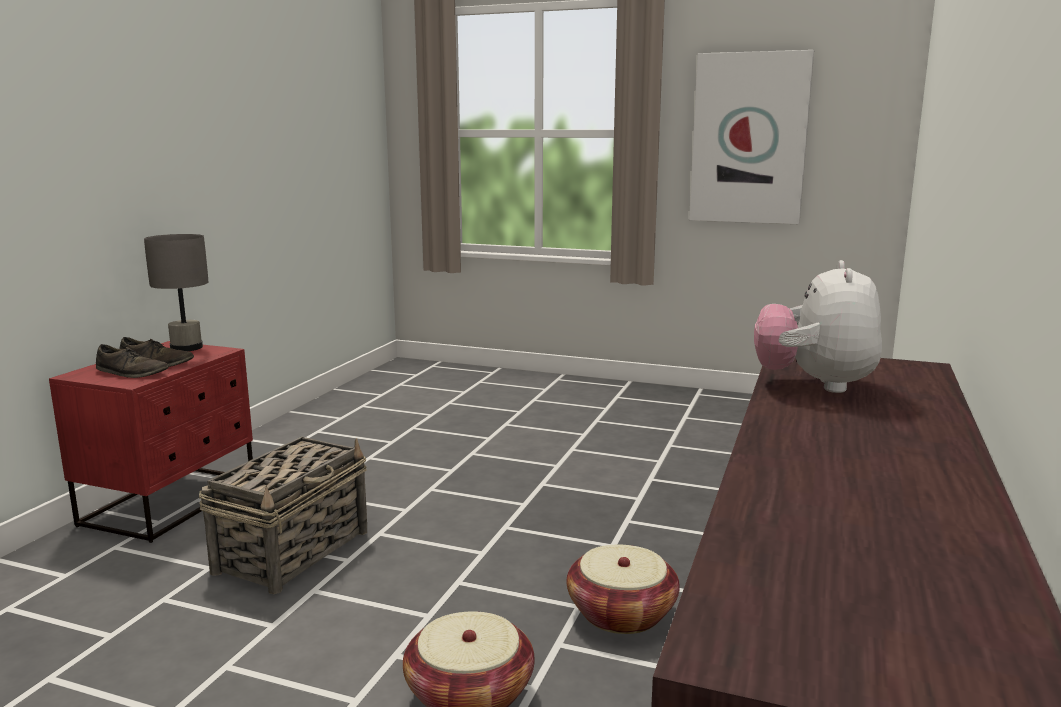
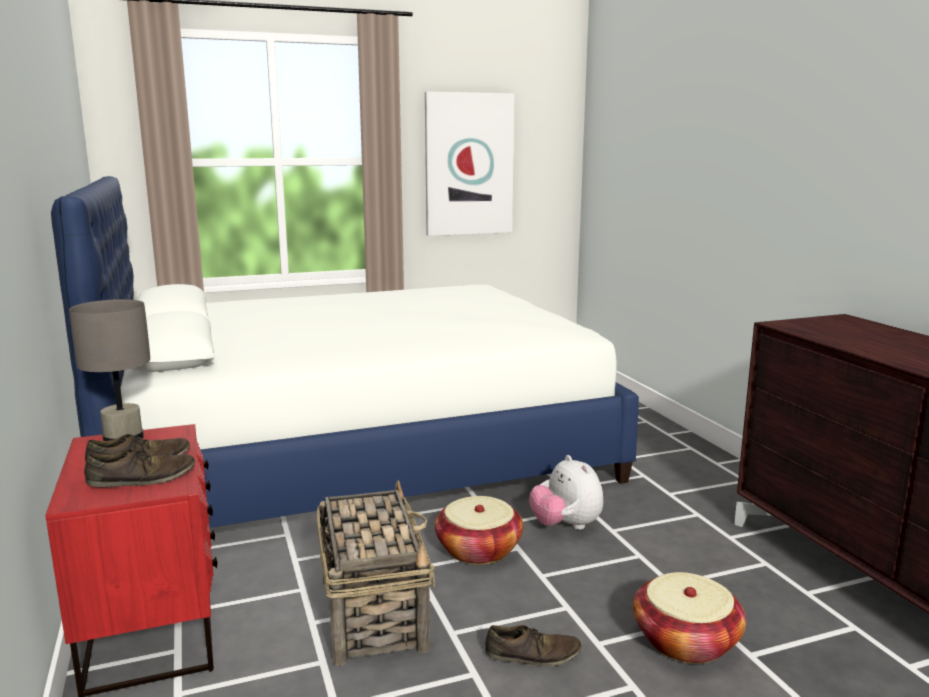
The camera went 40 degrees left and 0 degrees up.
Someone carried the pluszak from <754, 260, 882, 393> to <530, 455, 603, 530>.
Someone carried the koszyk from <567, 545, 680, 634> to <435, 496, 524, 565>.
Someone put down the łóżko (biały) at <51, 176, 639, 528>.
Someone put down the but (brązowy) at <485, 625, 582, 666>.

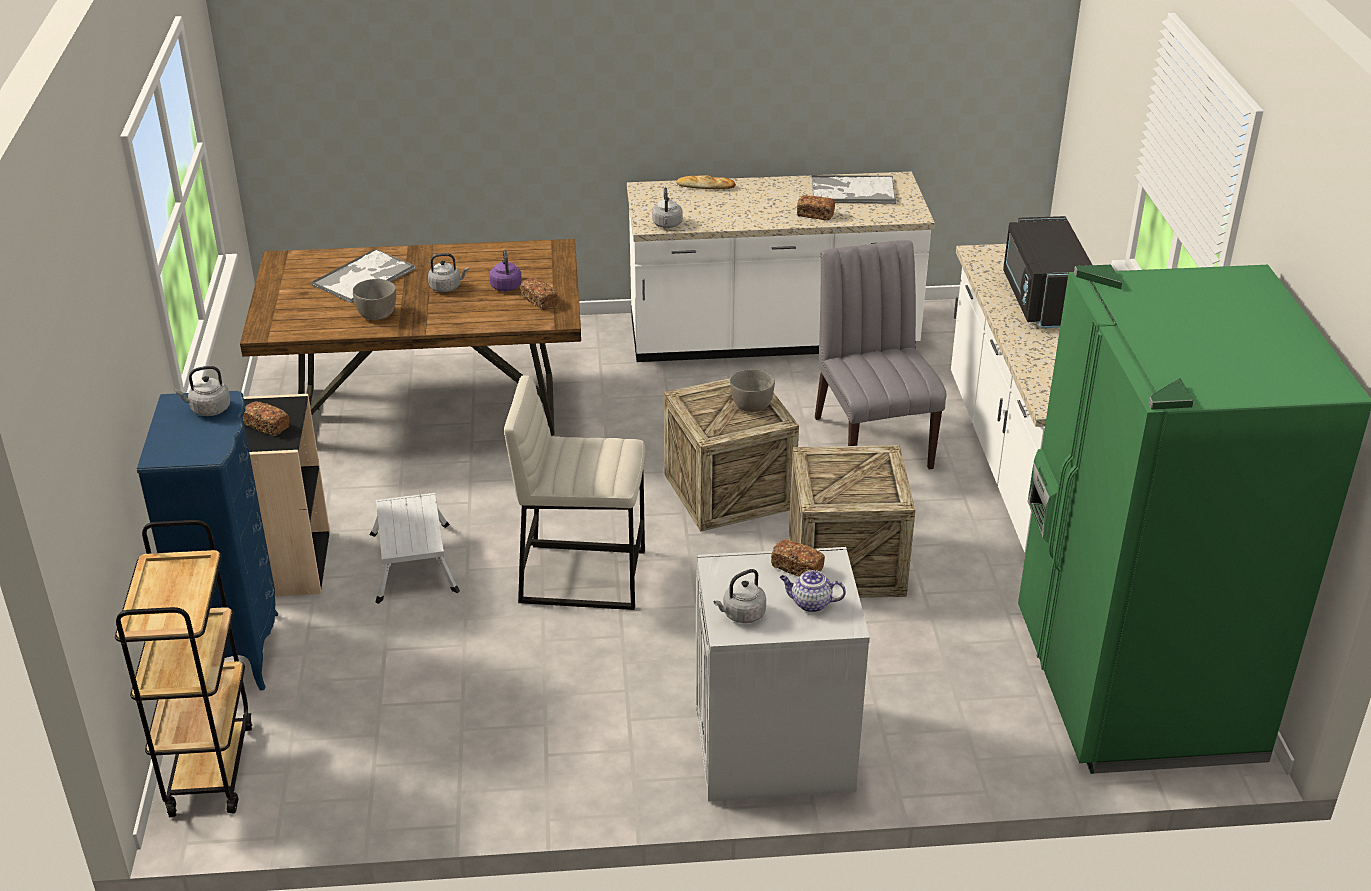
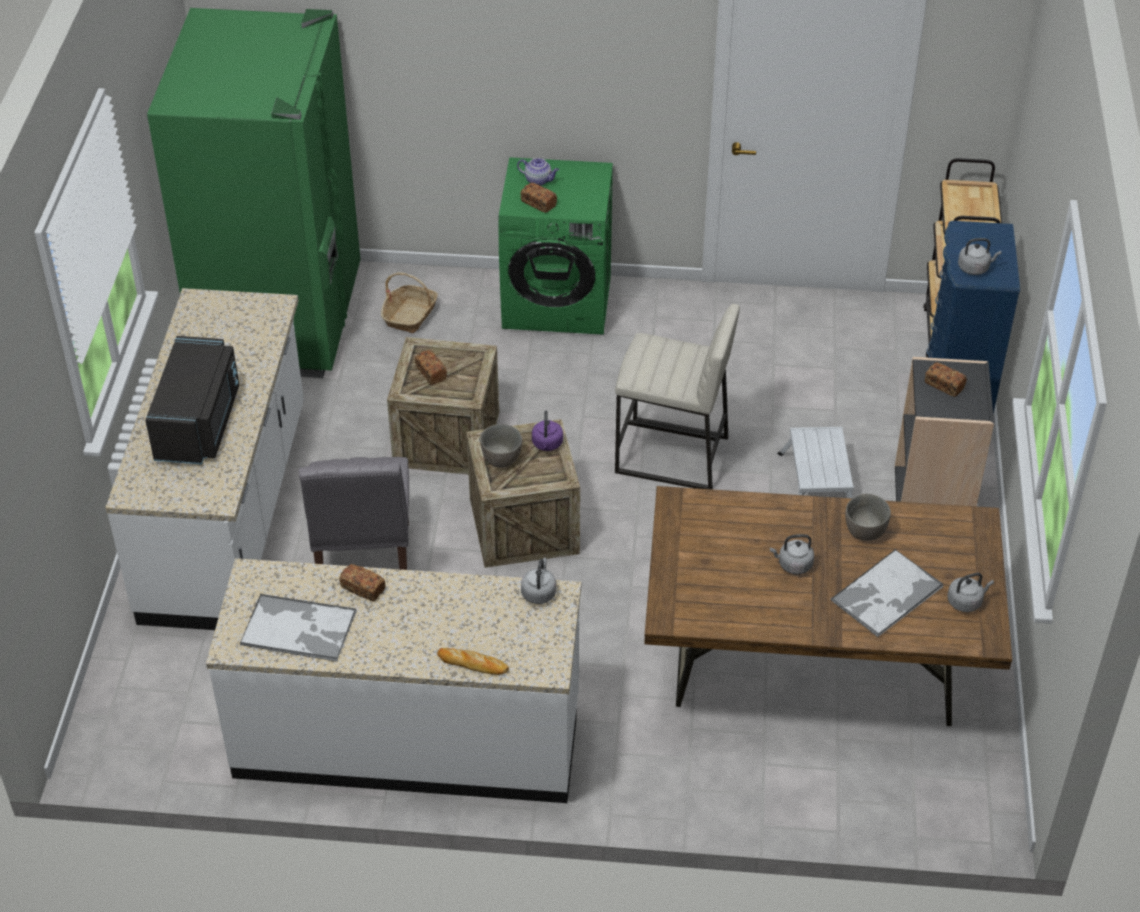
The camera went 170 degrees left and 10 degrees up.
Someone carried the czajnik (fioletowy) from <489, 249, 522, 291> to <532, 410, 563, 451>.
Someone carried the chleb from <520, 278, 558, 310> to <415, 350, 447, 385>.
Someone repainted the pralka (biały) at <696, 547, 870, 802>, which became the pralka (zielony) at <498, 157, 613, 335>.
Someone carried the czajnik (szary) from <713, 569, 766, 623> to <947, 573, 994, 612>.
Someone put down the koszyk at <381, 272, 438, 333>.

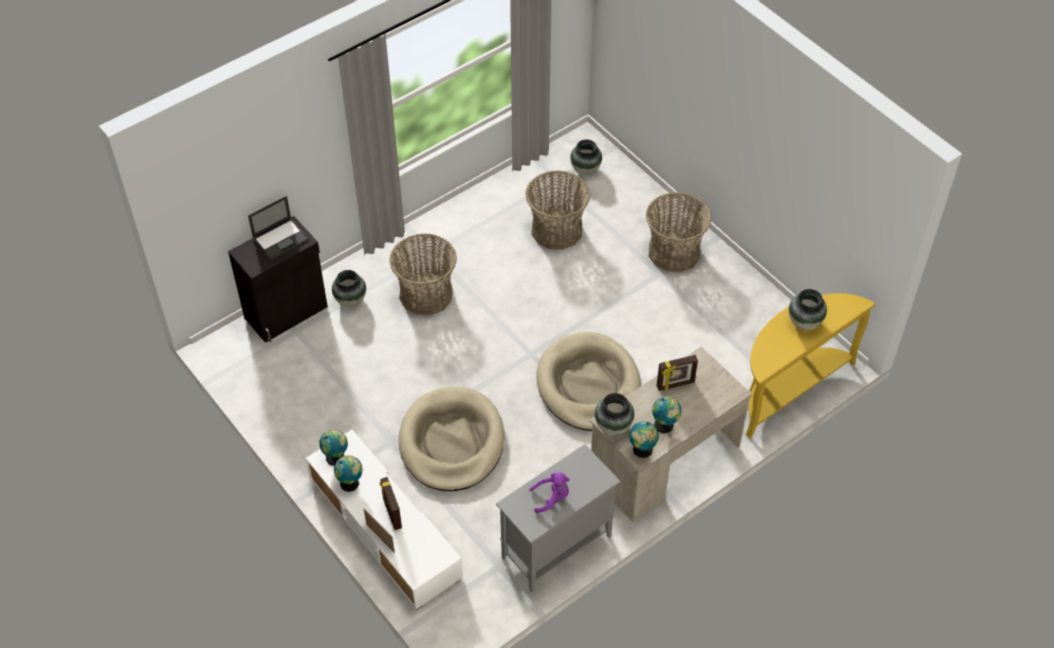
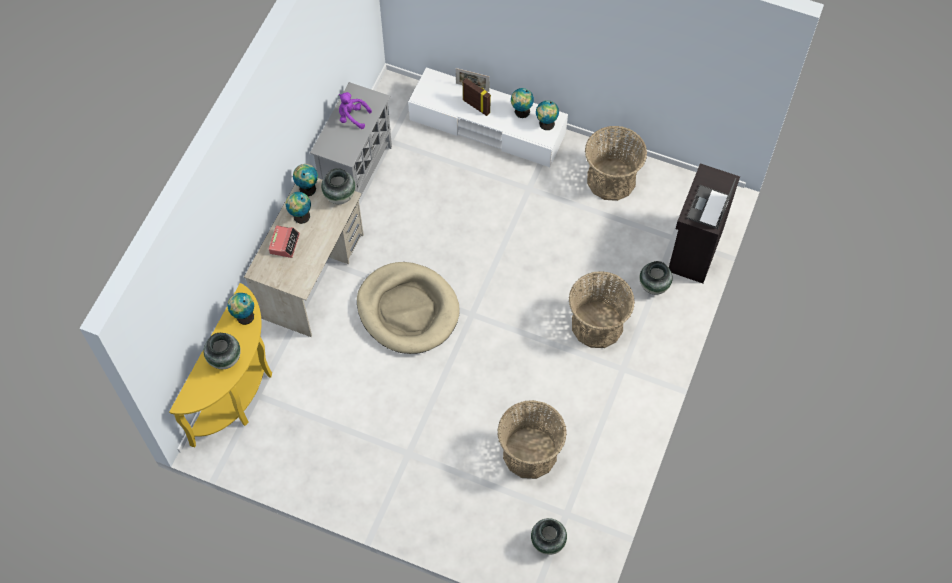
The camera went 150 degrees right and 10 degrees up.
Someone carried the koszyk from <646, 192, 712, 272> to <585, 126, 647, 201>.
Someone took away the ramka na zdjęcie at <657, 355, 698, 391>.
Someone took away the legowisko (beżowy) at <399, 386, 505, 491>.
Someone rotated the pluszak (fioletowy) at <530, 472, 570, 513> by 60 degrees clockwise.
Someone put down the budzik at <269, 225, 300, 258>.
Someone put down the globus at <227, 293, 254, 325>.

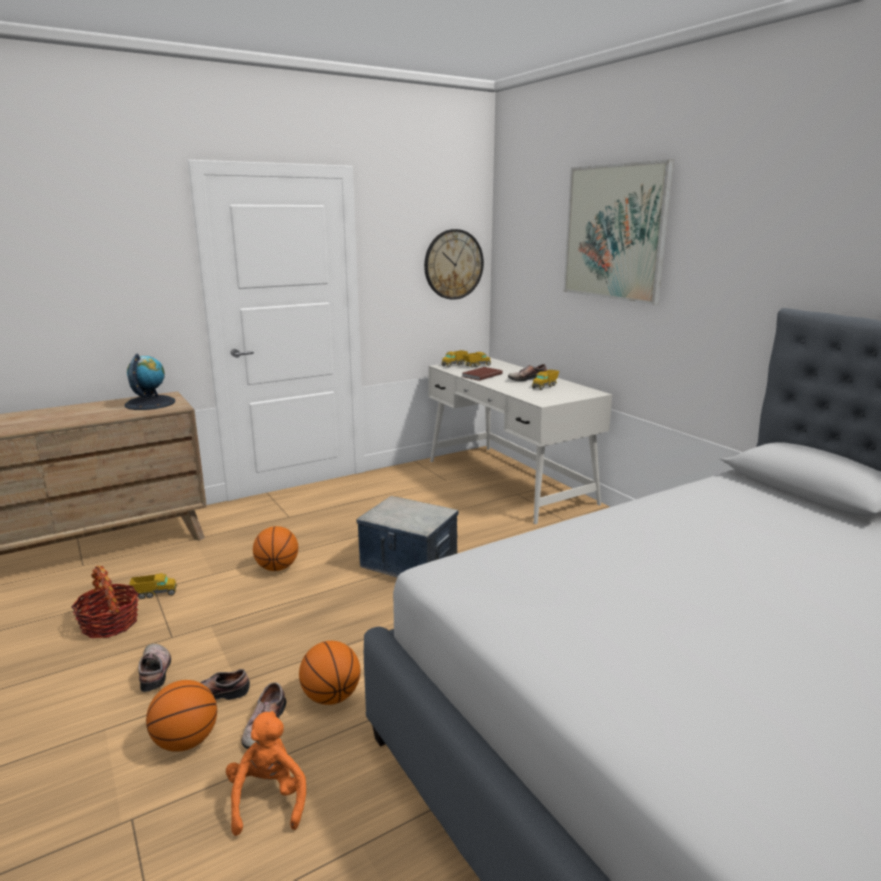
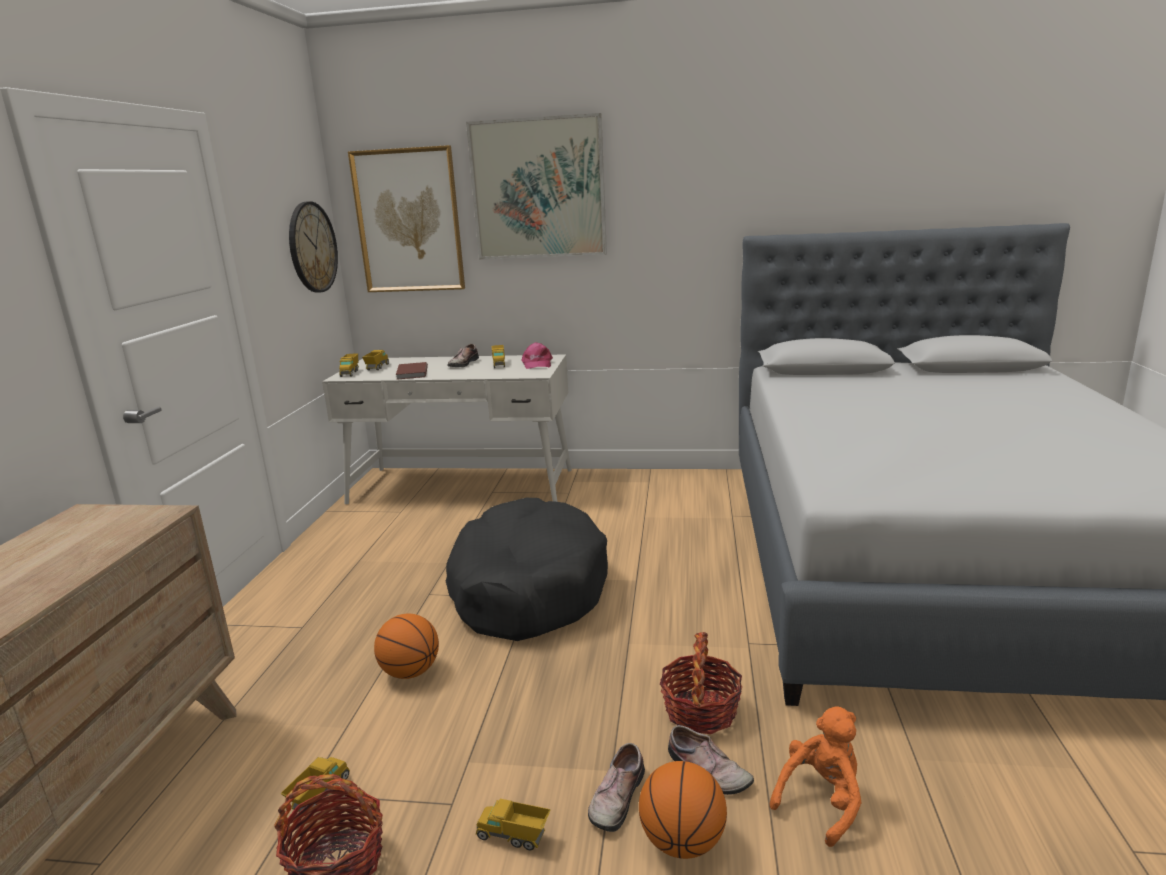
The camera went 50 degrees left and 0 degrees up.
Someone took away the globus at <125, 353, 175, 410>.
Someone swapped the pojemnik do przechowywania at <356, 496, 459, 578> for the legowisko (czarny) at <446, 498, 608, 641>.
Someone swapped the piłka do koszykówki at <299, 641, 360, 705> for the koszyk at <660, 632, 743, 734>.
Someone swapped the but at <138, 644, 171, 692> for the ciężarówka zabawkowa at <476, 799, 551, 850>.
Someone rotated the pluszak (pomarańczowy) at <226, 711, 306, 836> by 105 degrees clockwise.
Someone put up the obraz at <348, 145, 465, 292>.
Someone put down the czapka z daszkiem (różowy) at <521, 342, 553, 369>.

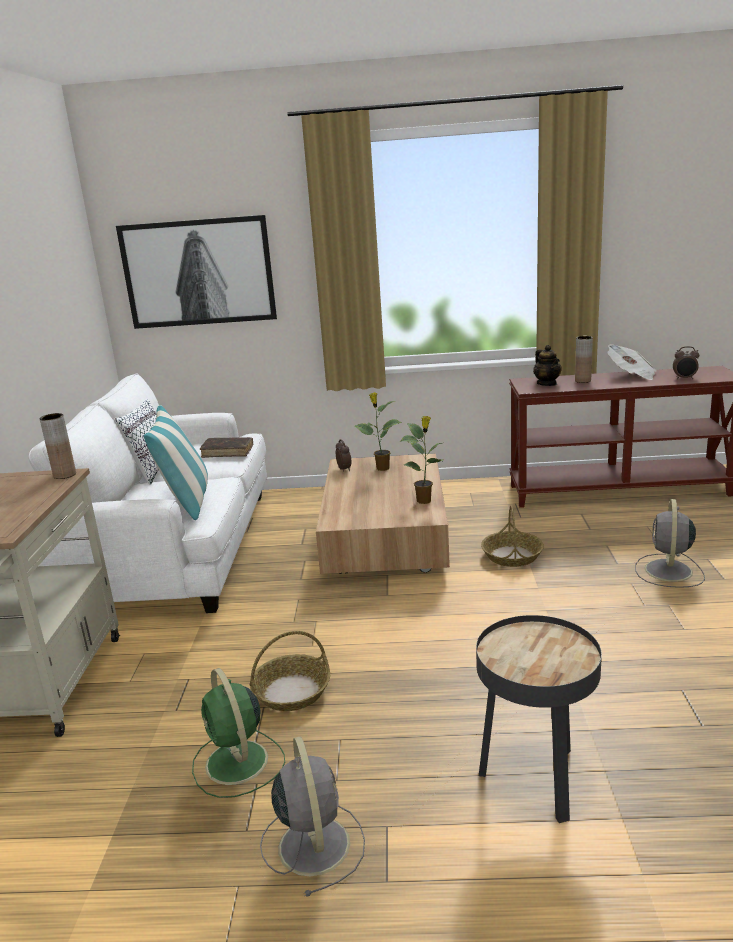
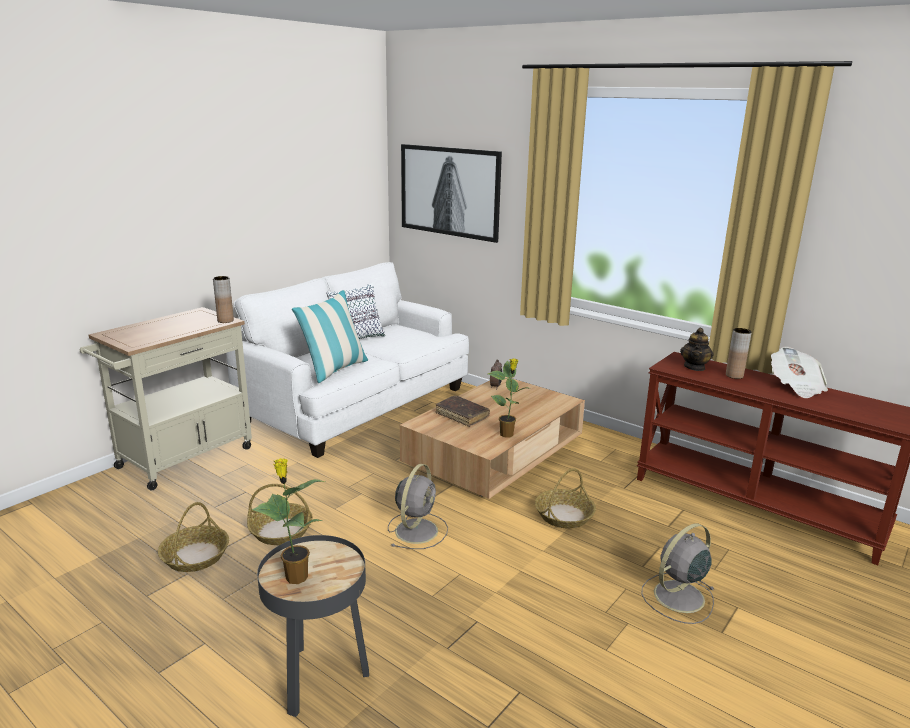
The camera went 35 degrees right and 0 degrees up.
Someone took away the budzik at <673, 346, 699, 379>.
Someone carried the roślina doniczkowa from <355, 392, 402, 471> to <252, 458, 326, 584>.
Someone carried the książka (brązowy) from <200, 437, 253, 458> to <436, 395, 490, 427>.
Someone swapped the wentylator (zielony) at <192, 668, 285, 798> for the koszyk at <158, 502, 229, 572>.
Someone carried the wentylator (szary) from <260, 736, 365, 897> to <388, 464, 448, 549>.

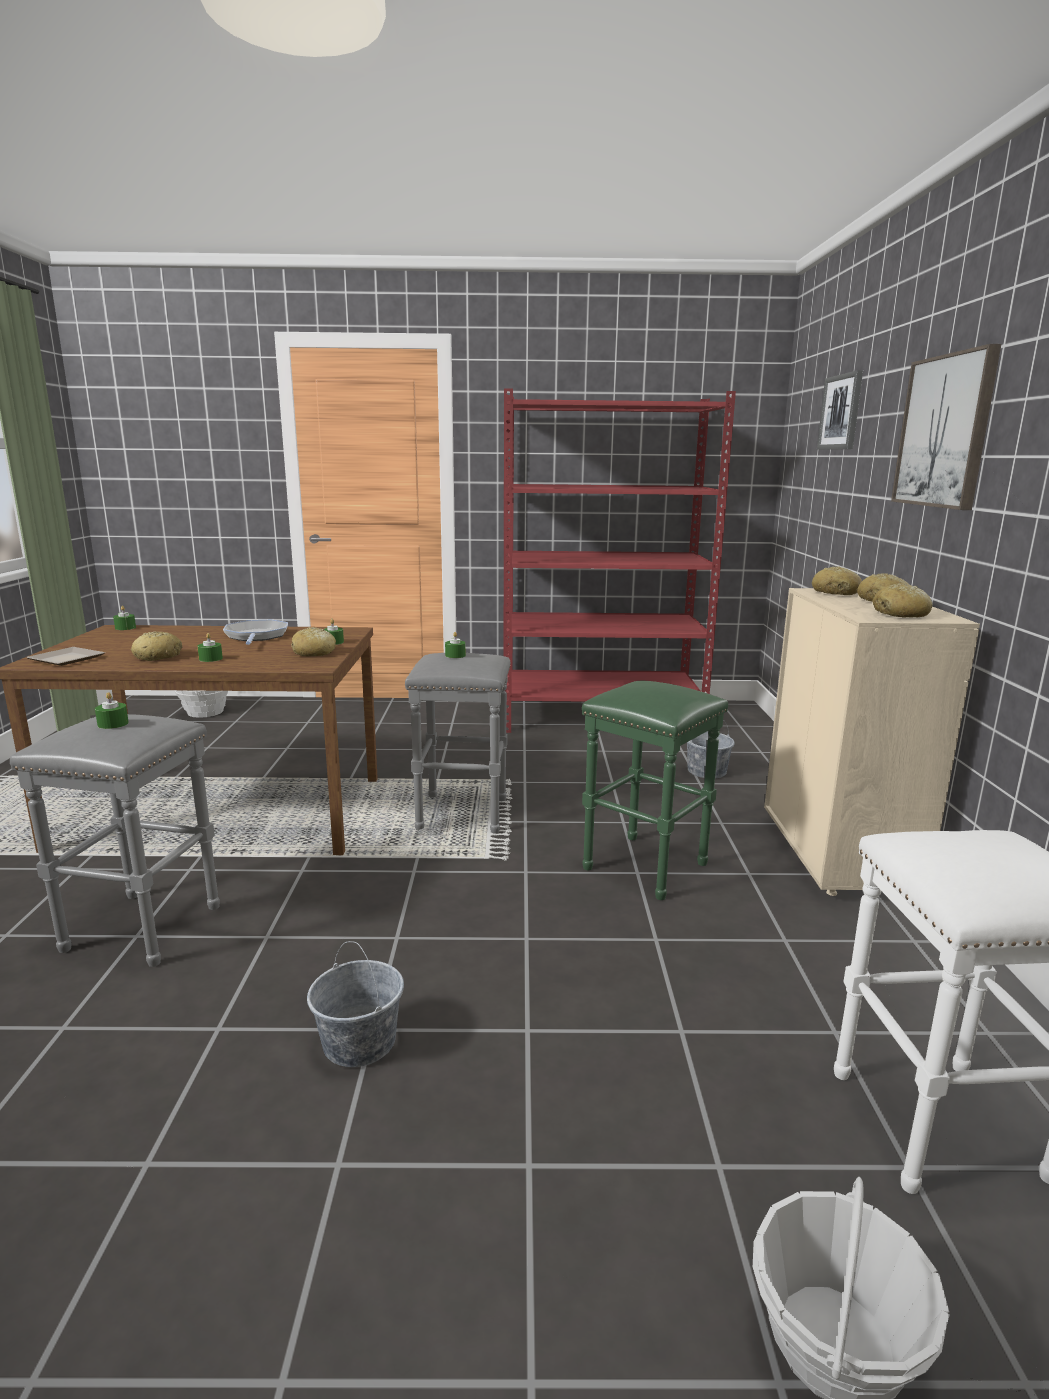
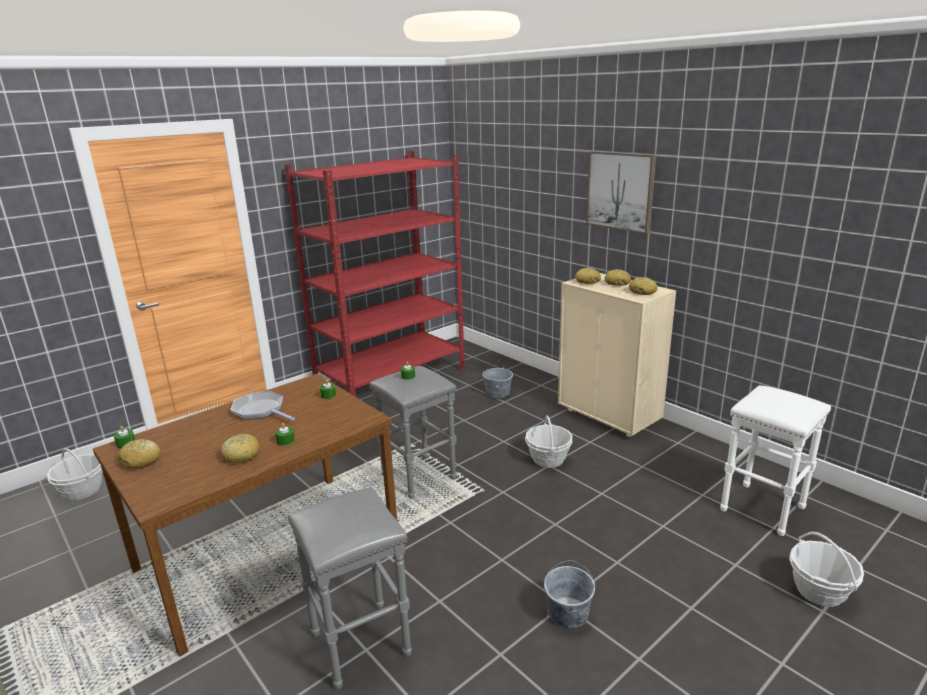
The camera went 40 degrees left and 5 degrees up.
Someone took away the obraz at <817, 370, 863, 450>.
Someone carried the chleb from <291, 627, 336, 656> to <118, 439, 160, 469>.
Someone took away the talerz at <26, 647, 105, 666>.
Someone swapped the stołek (zielony) at <582, 681, 728, 900> for the koszyk at <525, 415, 572, 468>.
Someone took away the świeca (zielony) at <95, 692, 129, 729>.

